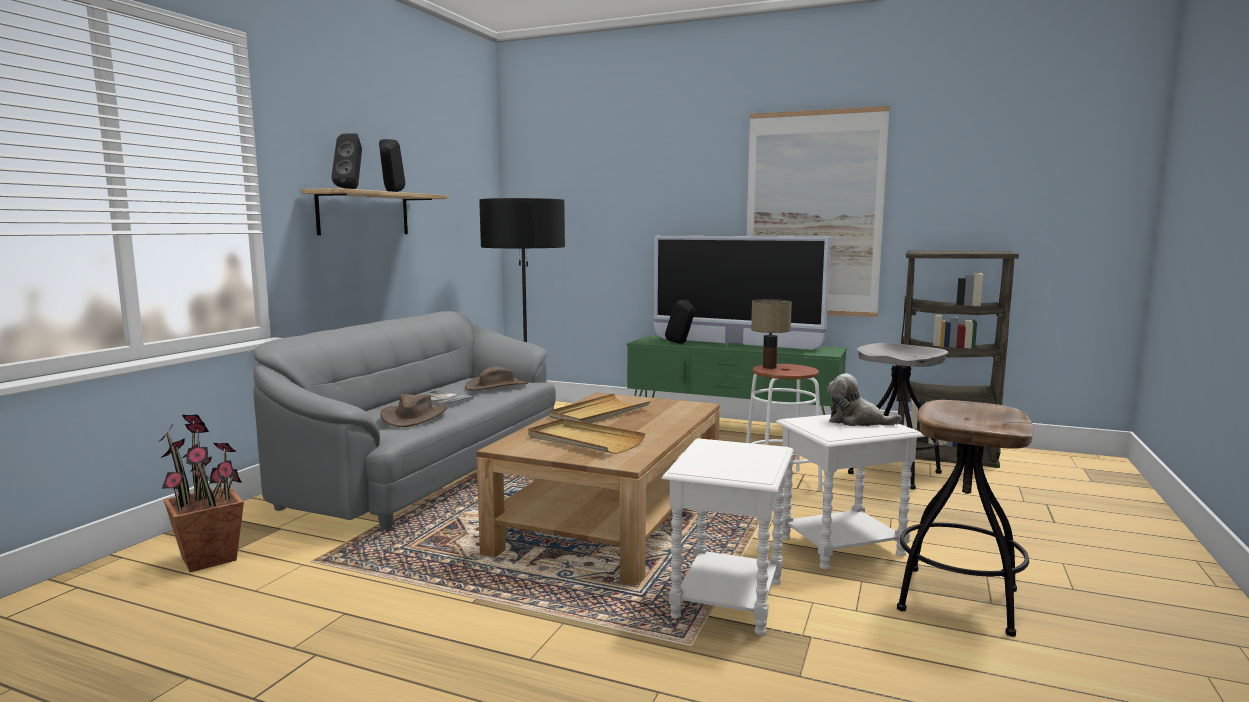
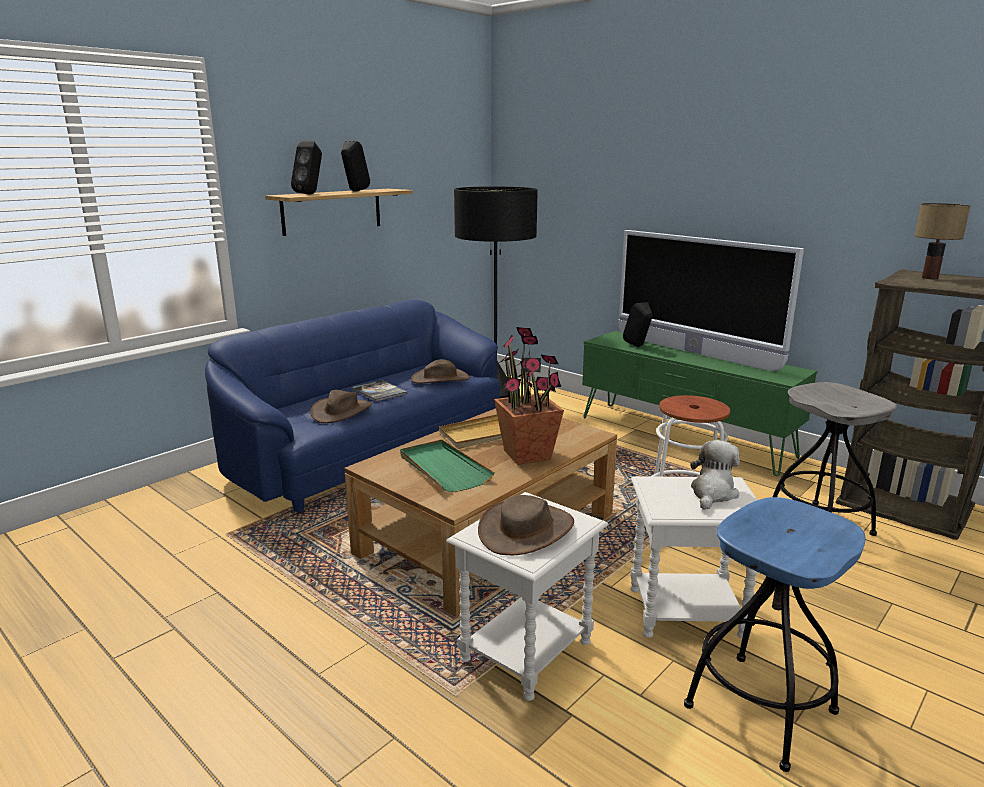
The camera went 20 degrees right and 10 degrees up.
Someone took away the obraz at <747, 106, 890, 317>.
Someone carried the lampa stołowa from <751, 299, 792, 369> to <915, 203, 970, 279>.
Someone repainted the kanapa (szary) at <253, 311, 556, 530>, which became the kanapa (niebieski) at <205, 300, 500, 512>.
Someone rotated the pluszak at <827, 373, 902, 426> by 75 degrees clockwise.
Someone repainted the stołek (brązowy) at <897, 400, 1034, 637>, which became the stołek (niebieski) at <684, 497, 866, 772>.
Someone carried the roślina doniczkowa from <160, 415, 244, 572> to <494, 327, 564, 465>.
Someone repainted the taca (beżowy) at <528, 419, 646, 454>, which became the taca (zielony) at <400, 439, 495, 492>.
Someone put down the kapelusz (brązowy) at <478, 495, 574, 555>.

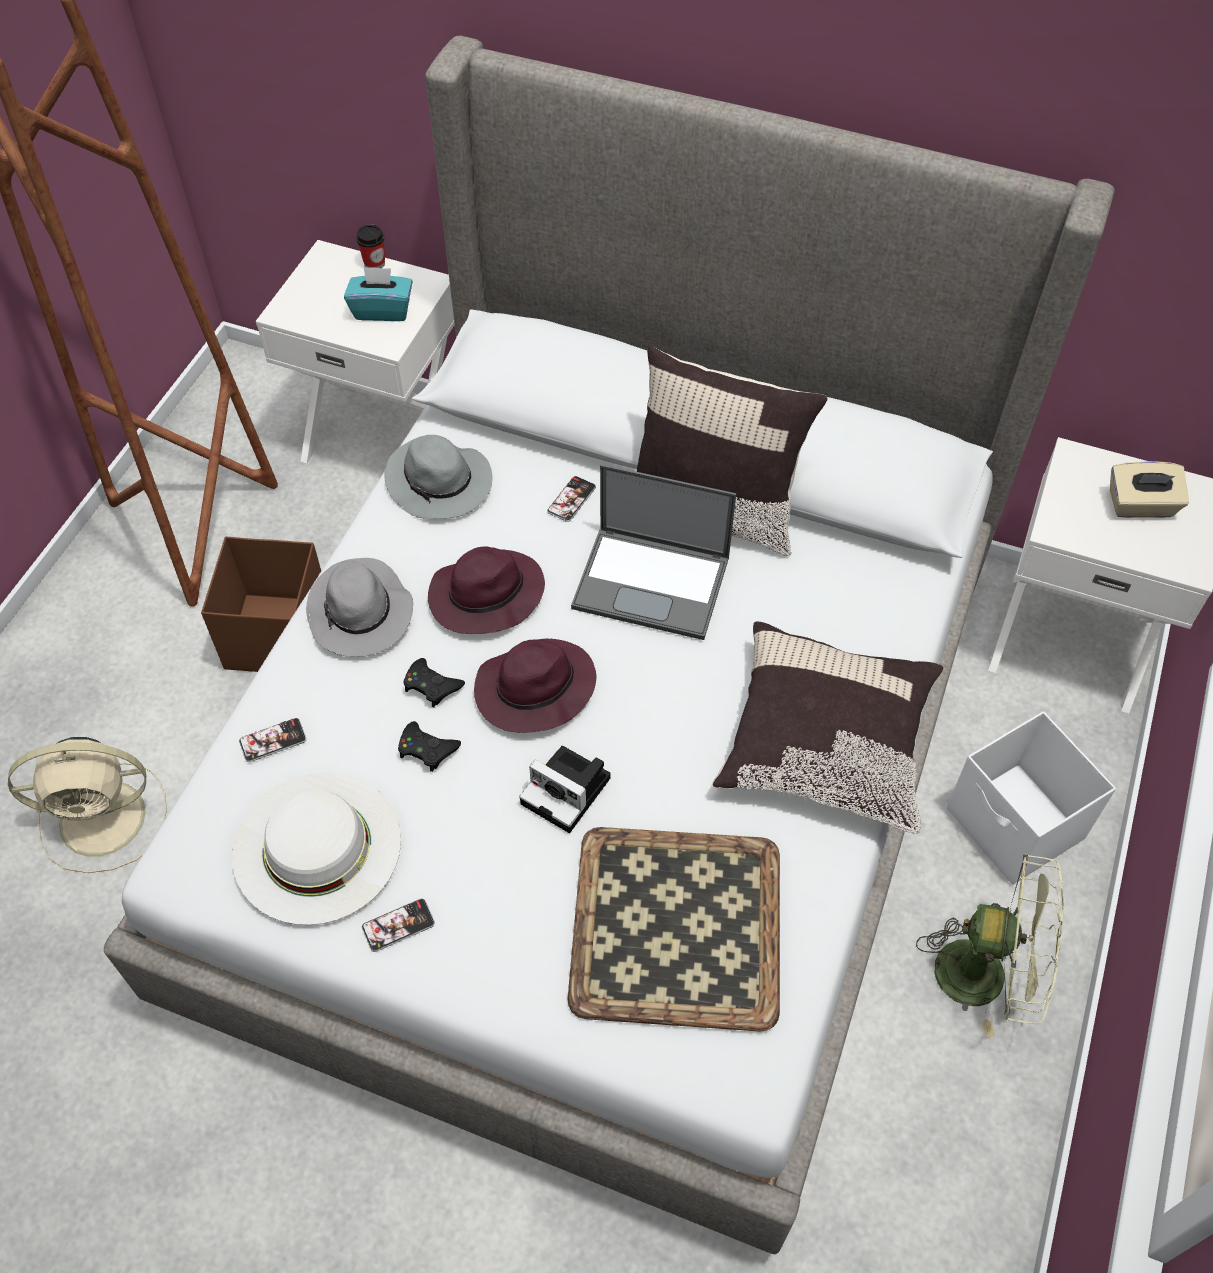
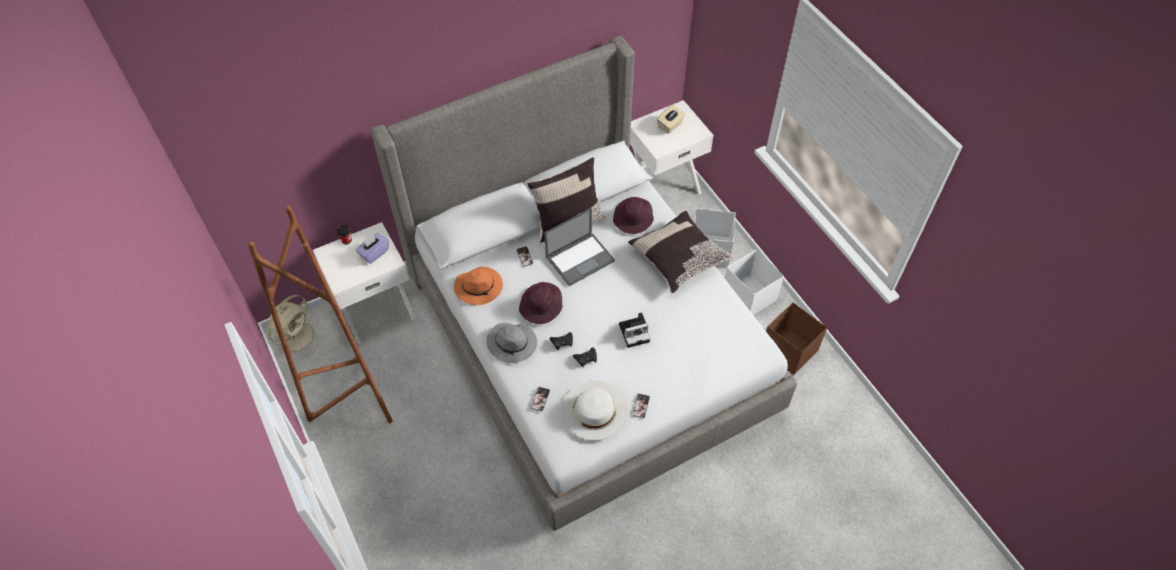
The camera went 50 degrees left and 0 degrees up.
Someone repainted the pudełko chusteczek (turkusowy) at <344, 266, 413, 321>, which became the pudełko chusteczek (fioletowy) at <356, 233, 389, 264>.
Someone repainted the kapelusz (szary) at <385, 435, 492, 519>, which became the kapelusz (pomarańczowy) at <454, 267, 503, 305>.
Someone carried the pojemnik do przechowywania (brązowy) from <201, 537, 321, 672> to <766, 302, 827, 375>.
Someone carried the kapelusz (fioletowy) from <474, 639, 597, 733> to <613, 197, 654, 234>.
Someone carried the wentylator (beżowy) from <8, 737, 167, 873> to <268, 295, 323, 359>.
Someone took away the taca at <568, 827, 780, 1031>.
Someone swapped the wentylator (zielony) at <916, 853, 1064, 1038> for the pojemnik do przechowywania (biały) at <725, 249, 784, 315>.

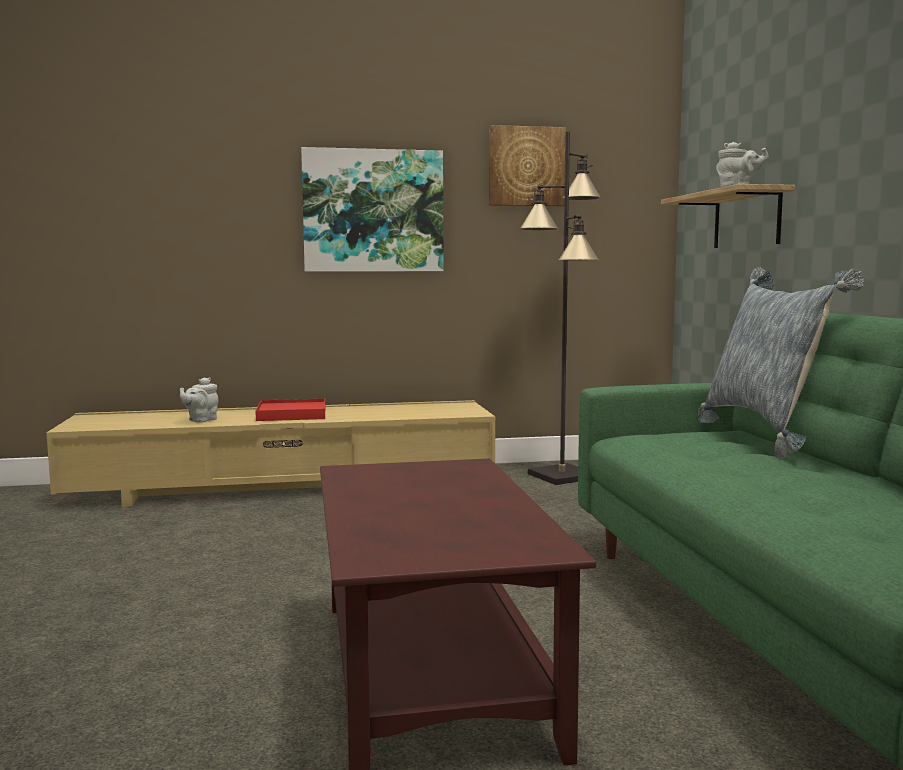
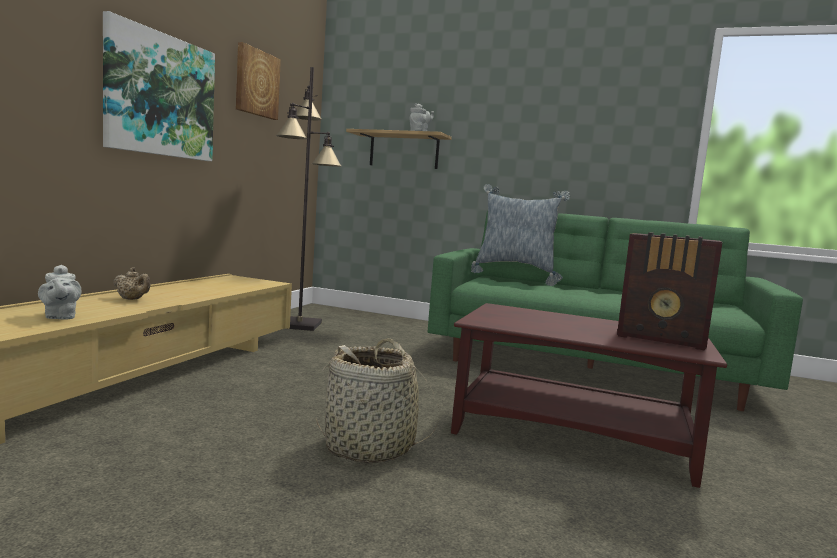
The camera went 60 degrees left and 0 degrees up.
Someone swapped the taca (czerwony) at <255, 399, 325, 421> for the imbryk (beżowy) at <113, 267, 150, 300>.
Someone put down the radio at <617, 232, 723, 351>.
Someone put down the koszyk at <316, 338, 439, 463>.

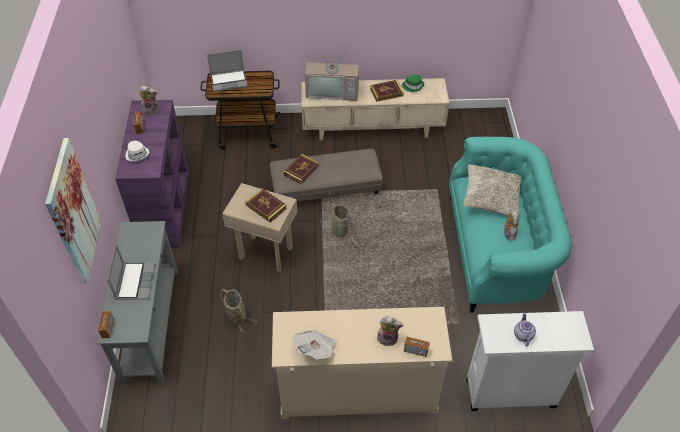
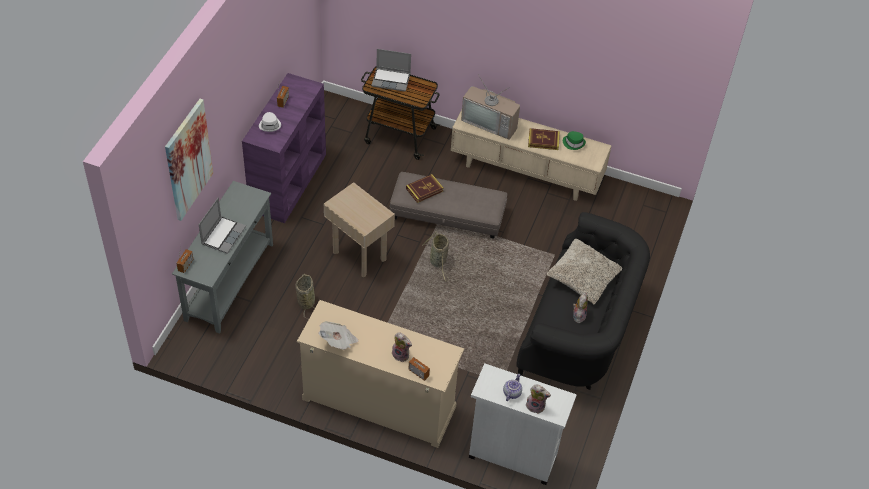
The camera went 20 degrees right and 0 degrees up.
Someone carried the pluszak from <139, 86, 159, 115> to <526, 385, 551, 414>.
Someone repainted the kanapa (turkusowy) at <449, 137, 572, 313>, which became the kanapa (czarny) at <516, 212, 650, 390>.
Someone took away the książka at <245, 188, 287, 222>.

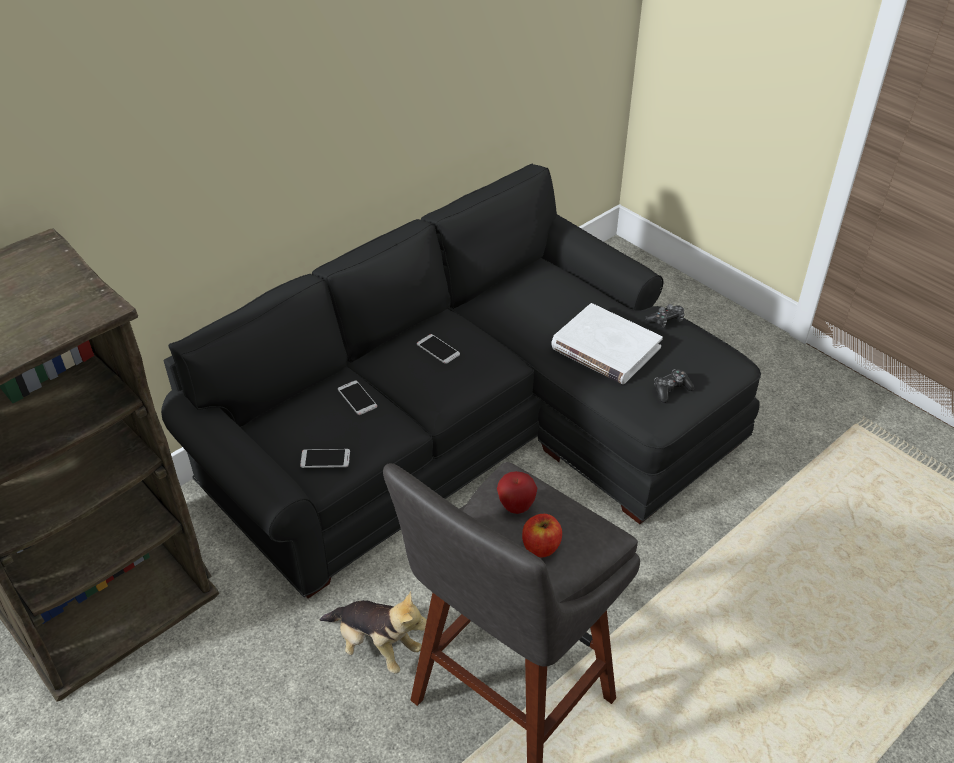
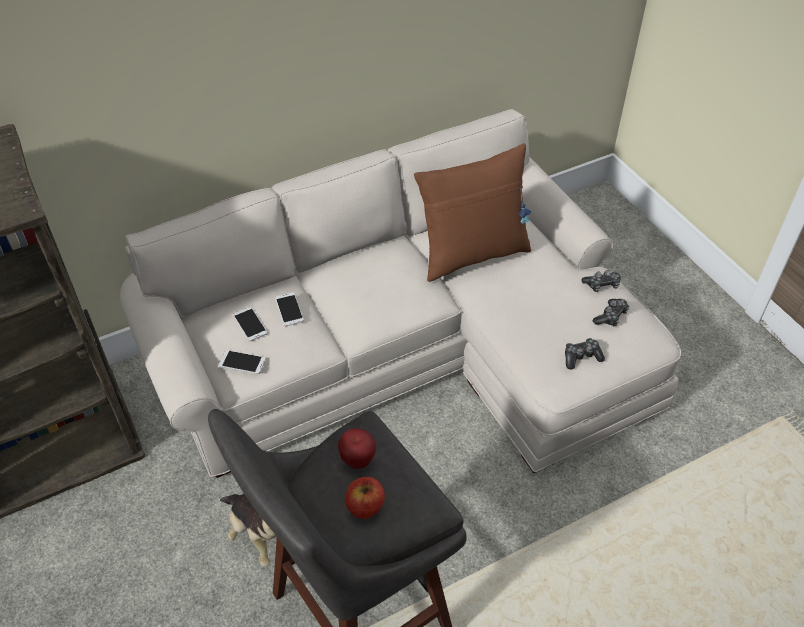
The camera went 15 degrees right and 5 degrees up.
Someone repainted the kanapa (czarny) at <161, 164, 761, 599>, which became the kanapa (beżowy) at <120, 109, 681, 478>.
Someone took away the książka (biały) at <551, 303, 663, 384>.
Someone carried the telefon from <417, 334, 460, 364> to <233, 306, 268, 341>.
Someone put down the poduszka (brązowy) at <414, 143, 531, 282>.
Someone put down the pad do gier at <593, 299, 629, 326>.

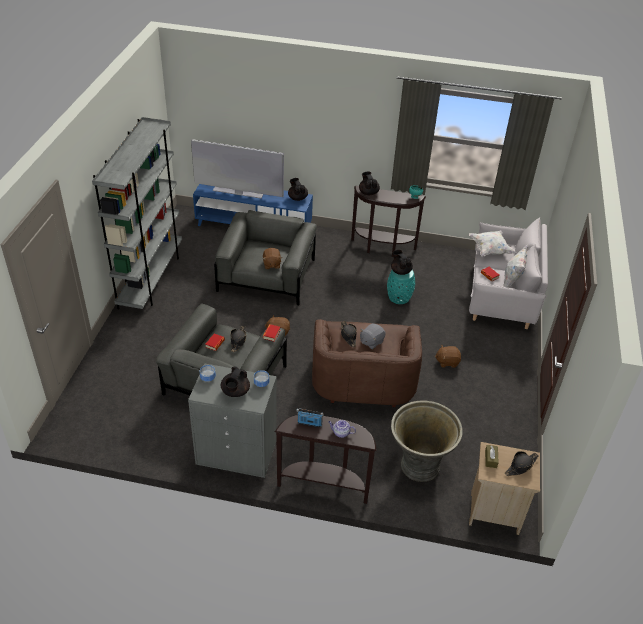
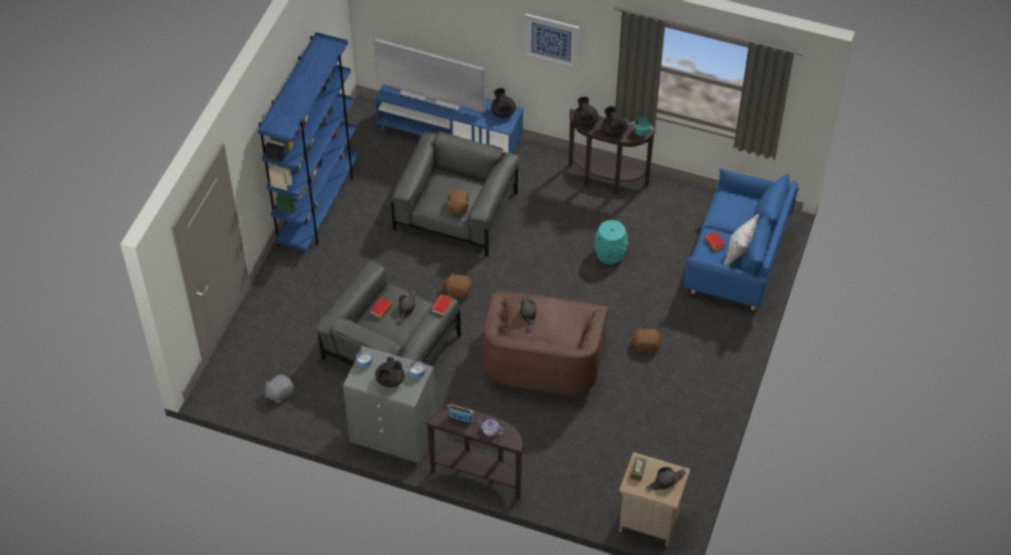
The camera went 10 degrees right and 10 degrees up.
Someone repainted the regał (szary) at <92, 117, 182, 309>, which became the regał (niebieski) at <257, 32, 359, 251>.
Someone repainted the kanapa (szary) at <469, 217, 548, 329>, which became the kanapa (niebieski) at <684, 168, 799, 310>.
Someone took away the poduszka (biały) at <469, 230, 516, 257>.
Someone carried the imbryk (czarny) from <391, 250, 413, 275> to <602, 106, 628, 137>.
Someone carried the pluszak (szary) from <360, 323, 386, 349> to <265, 374, 294, 404>.
Someone took away the donica (szary) at <391, 400, 463, 482>.
Someone put up the obraz at <524, 13, 579, 69>.

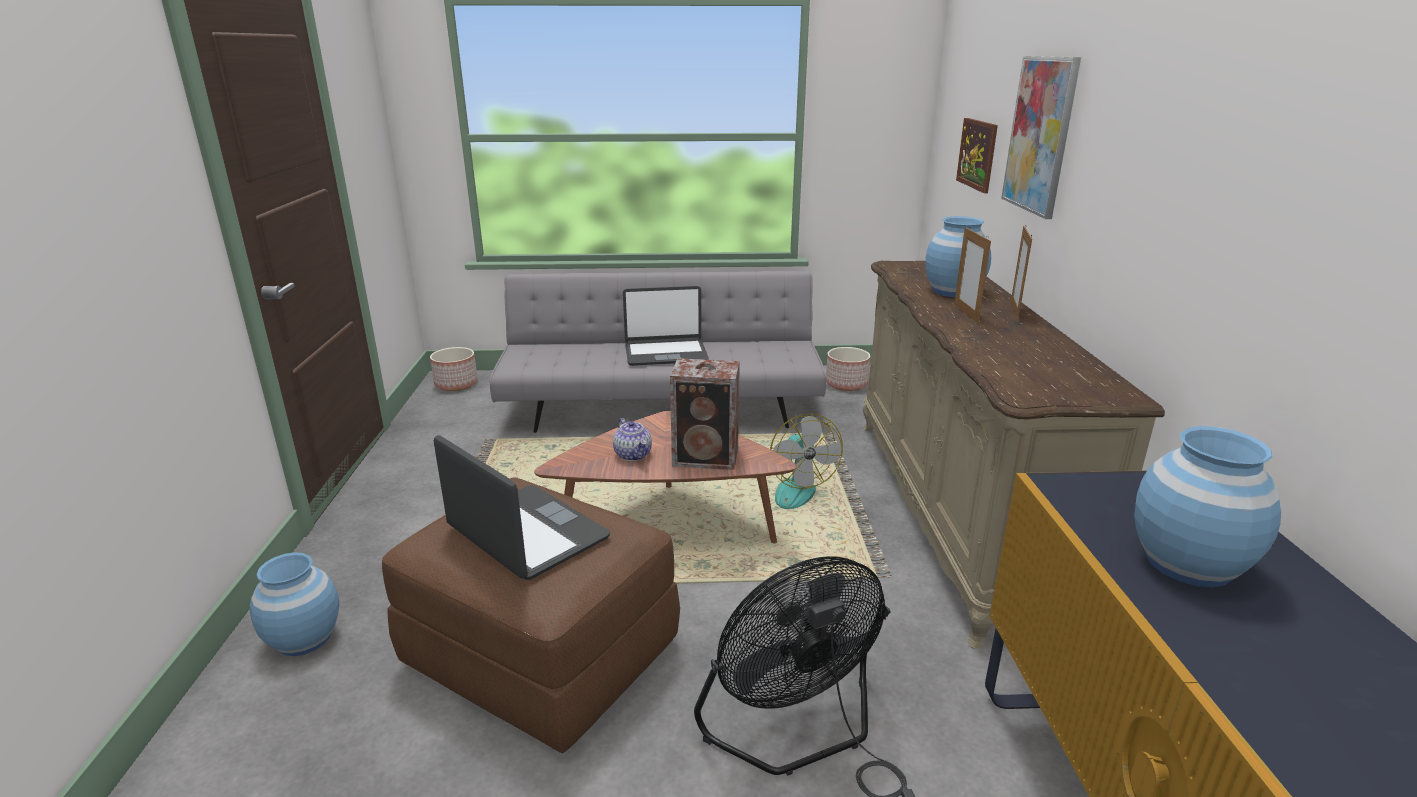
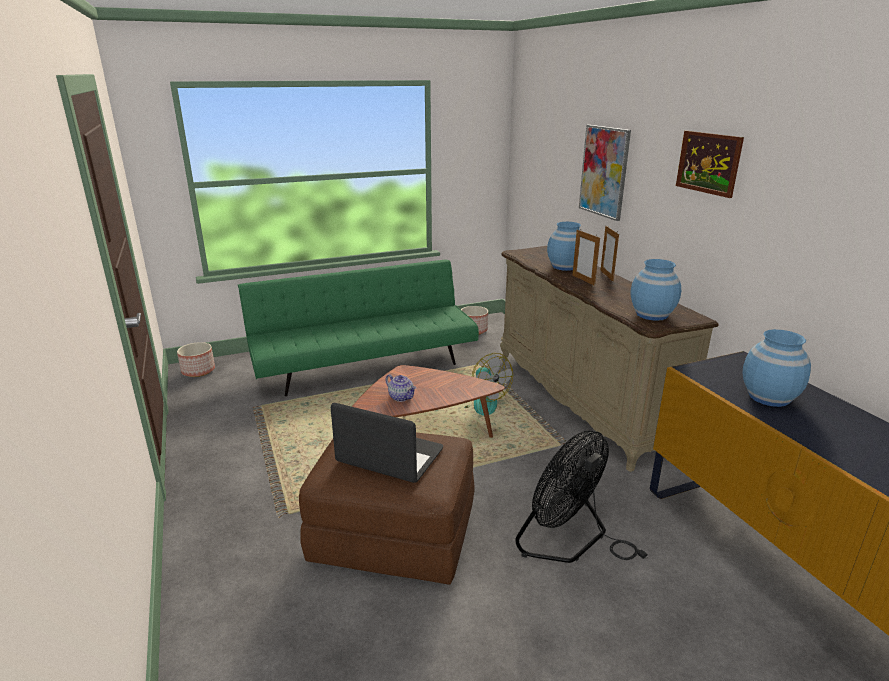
The camera went 20 degrees left and 0 degrees up.
Someone carried the obraz from <956, 118, 998, 193> to <676, 131, 744, 198>.
Someone repainted the kanapa (szary) at <490, 271, 826, 433>, which became the kanapa (zielony) at <238, 260, 479, 396>.
Someone took away the laptop at <623, 286, 709, 366>.
Someone took away the głośnik at <670, 358, 740, 470>.
Someone carried the wazon (niebieski) from <250, 552, 339, 656> to <631, 259, 681, 321>.

